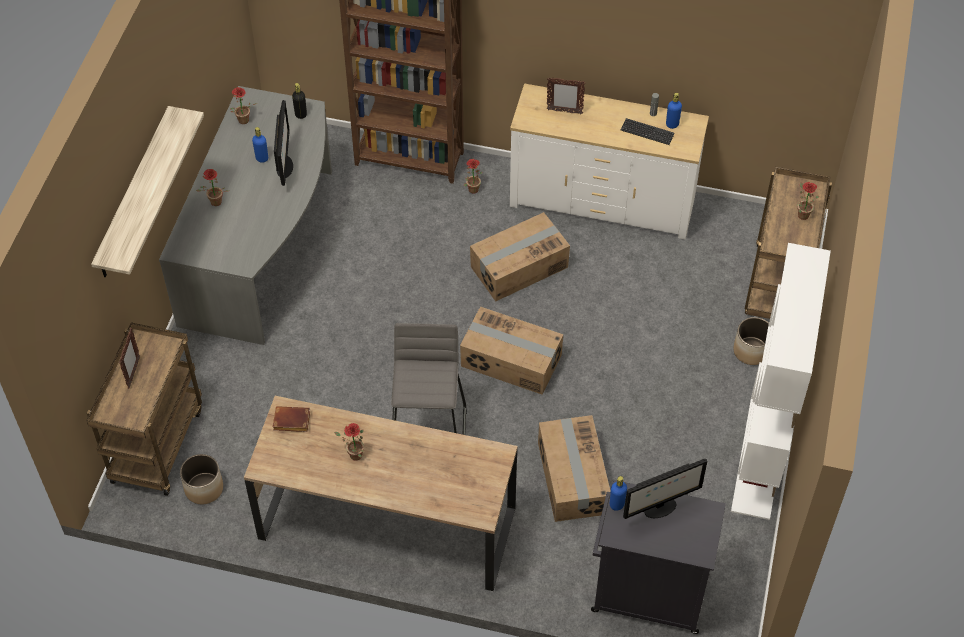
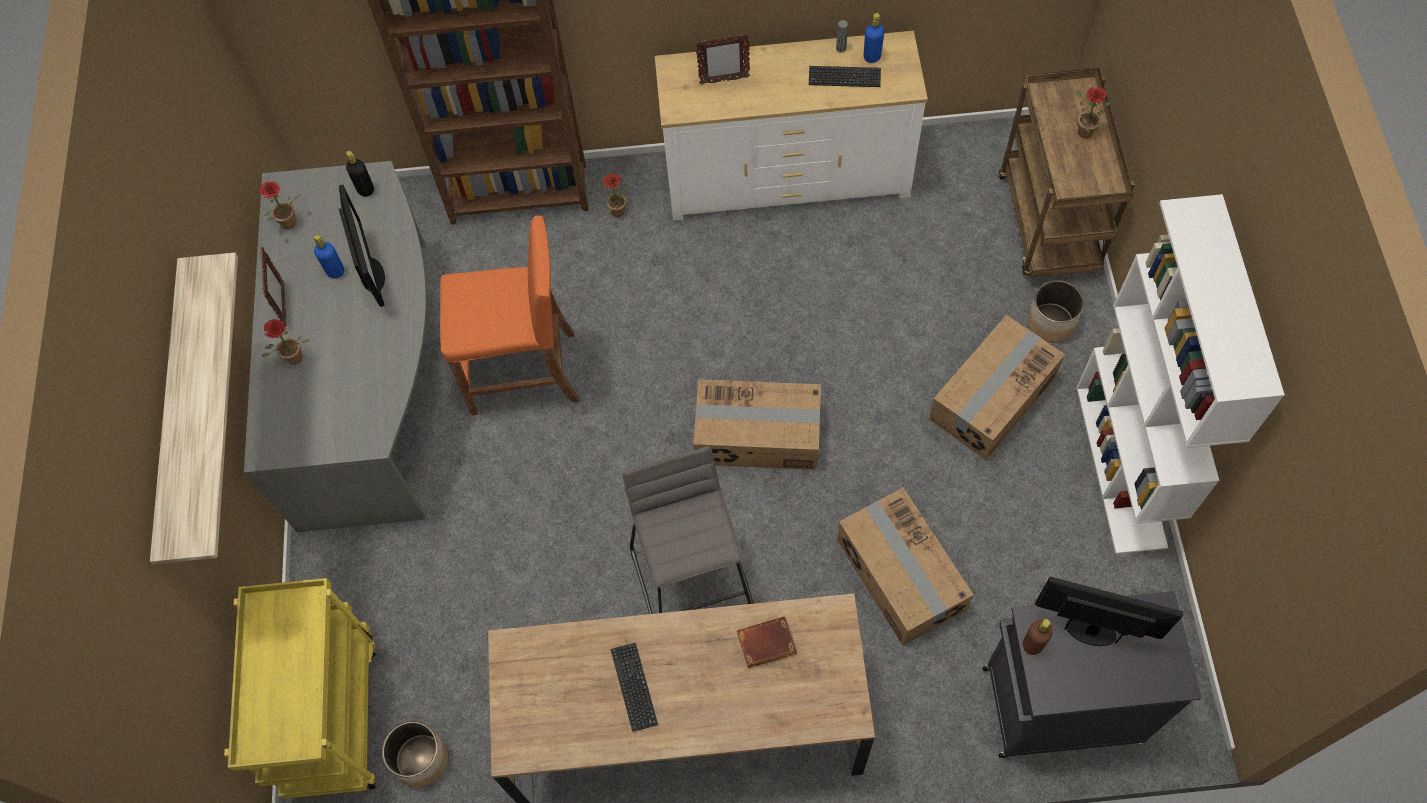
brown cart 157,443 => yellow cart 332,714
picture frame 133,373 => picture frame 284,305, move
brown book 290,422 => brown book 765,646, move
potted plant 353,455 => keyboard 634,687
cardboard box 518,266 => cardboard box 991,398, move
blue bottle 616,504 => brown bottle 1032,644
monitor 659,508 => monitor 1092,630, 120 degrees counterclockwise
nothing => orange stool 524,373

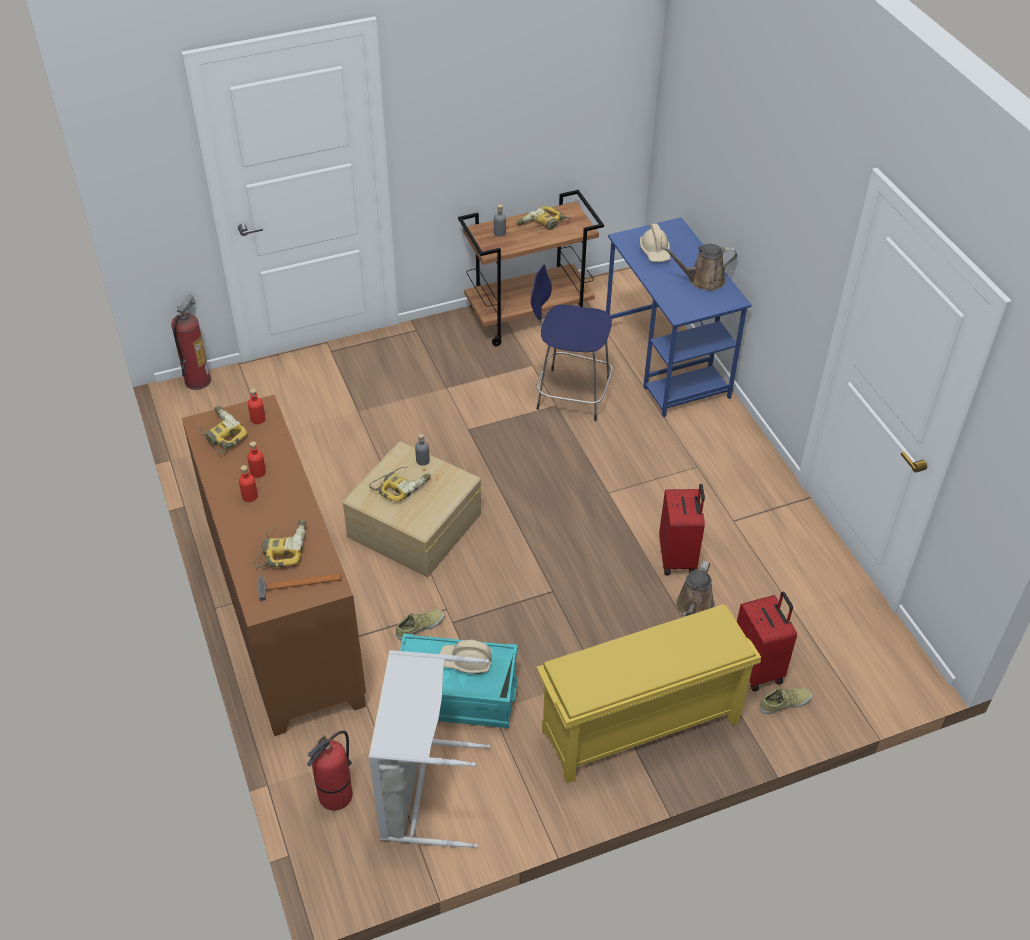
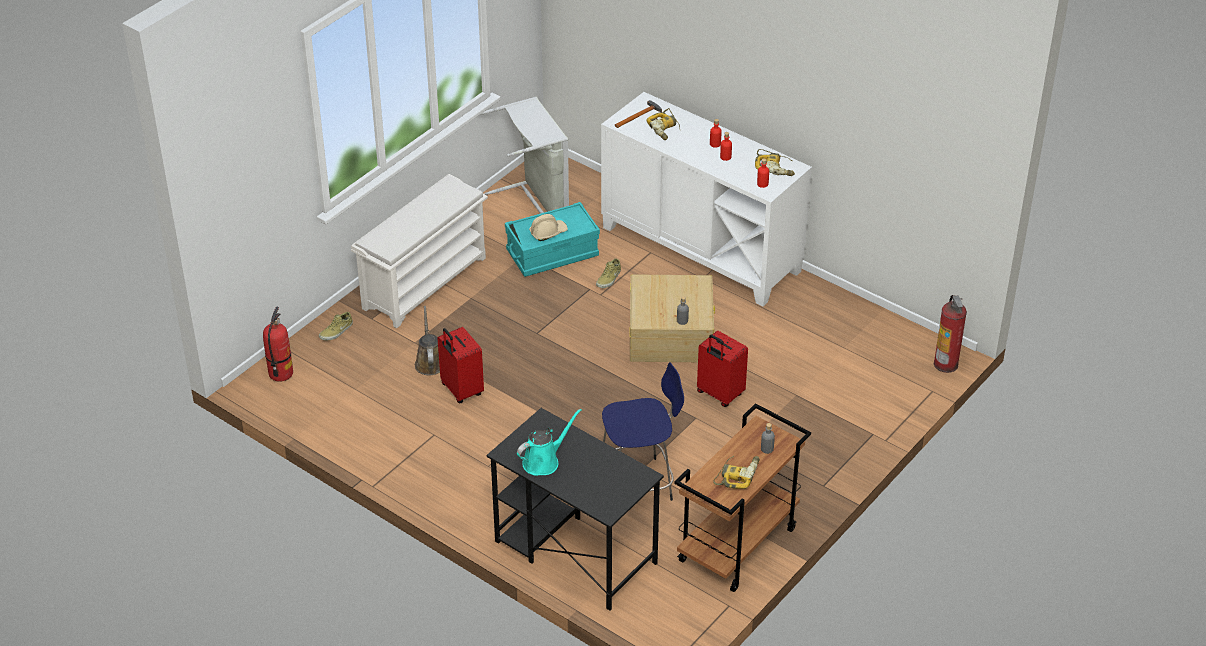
brown cabinet 283,617 => white cabinet 701,249
fire extinguisher 335,796 => fire extinguisher 280,373, move
power drill 401,486 => nothing
yellow shoe rack 639,728 => white shoe rack 425,282
blue desk 666,363 => black desk 574,552
beige hard hat 655,251 => nothing
brown watering can 703,280 => turquoise watering can 544,461
red suitcase 758,668 => red suitcase 719,394, move

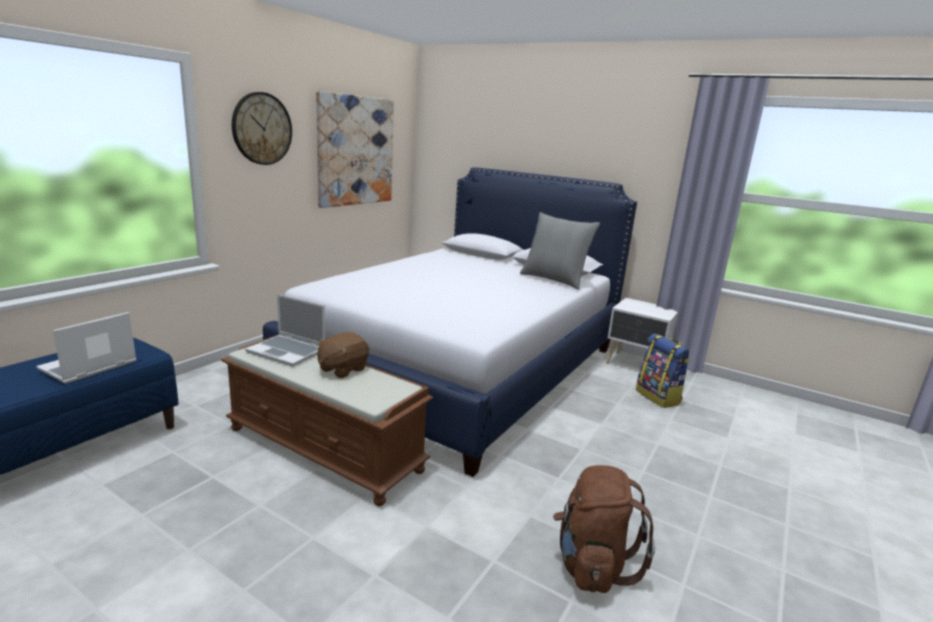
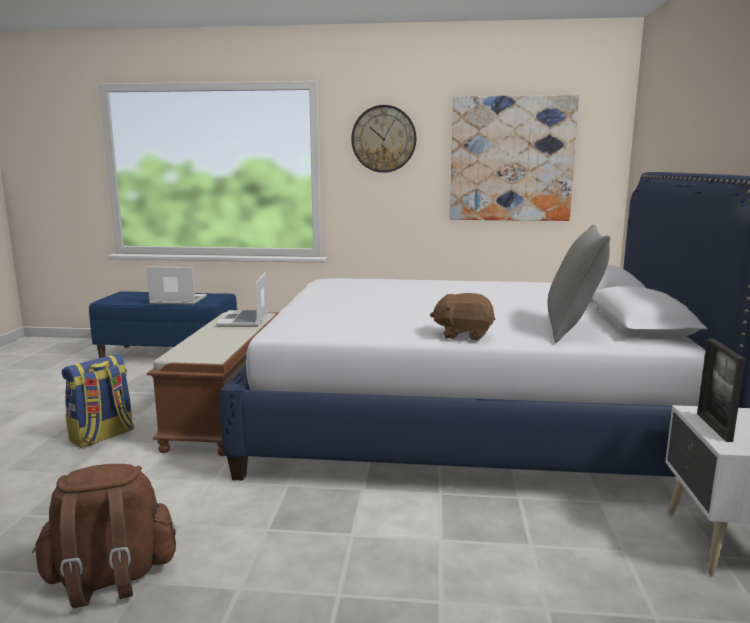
brown plush toy 342,369 => brown plush toy 463,335, move
backpack 658,397 => backpack 102,436, move
nothing => picture frame 714,427

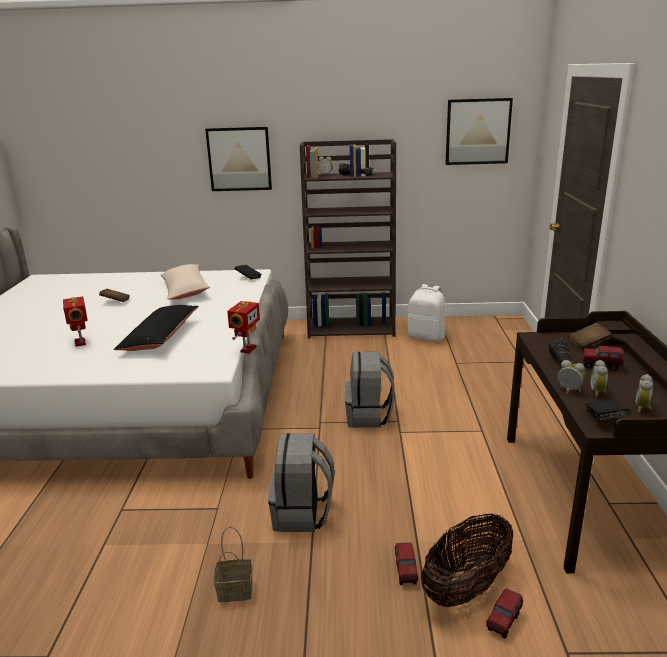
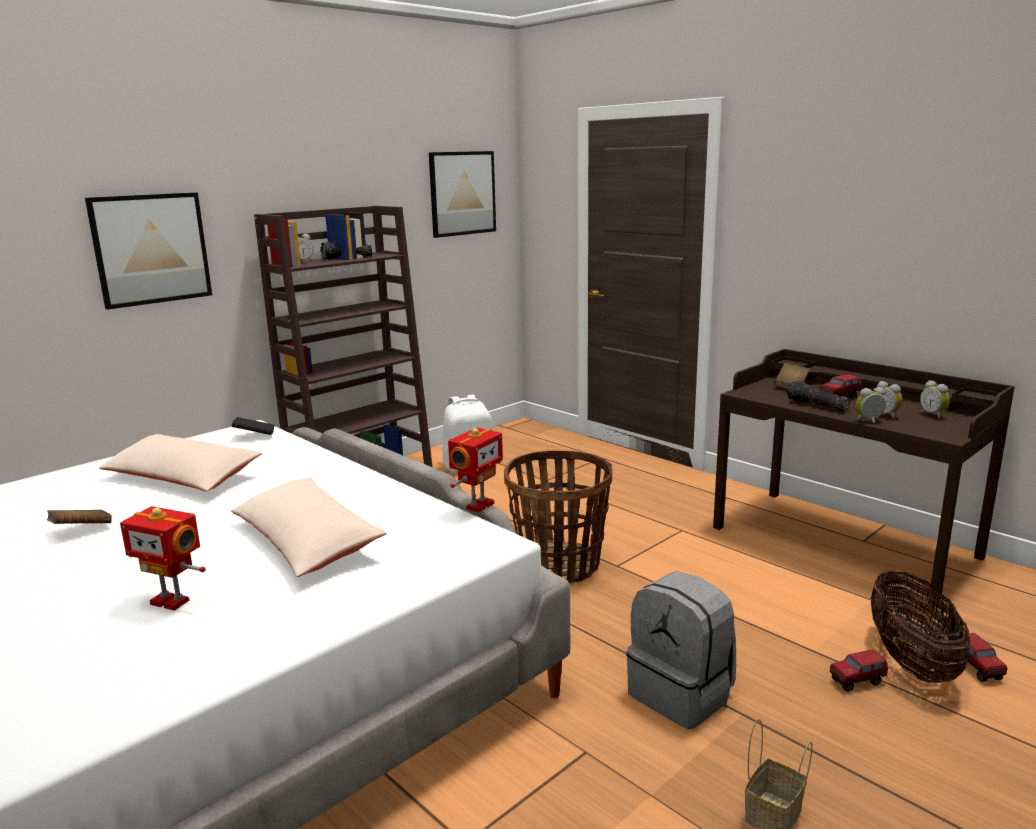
black pillow 160,337 => beige pillow 306,541
toy robot 247,349 => toy robot 478,505, 60 degrees clockwise
grey backpack 369,416 => basket 559,566
toy truck 406,572 => toy truck 857,682, 120 degrees clockwise
black book 604,419 => nothing

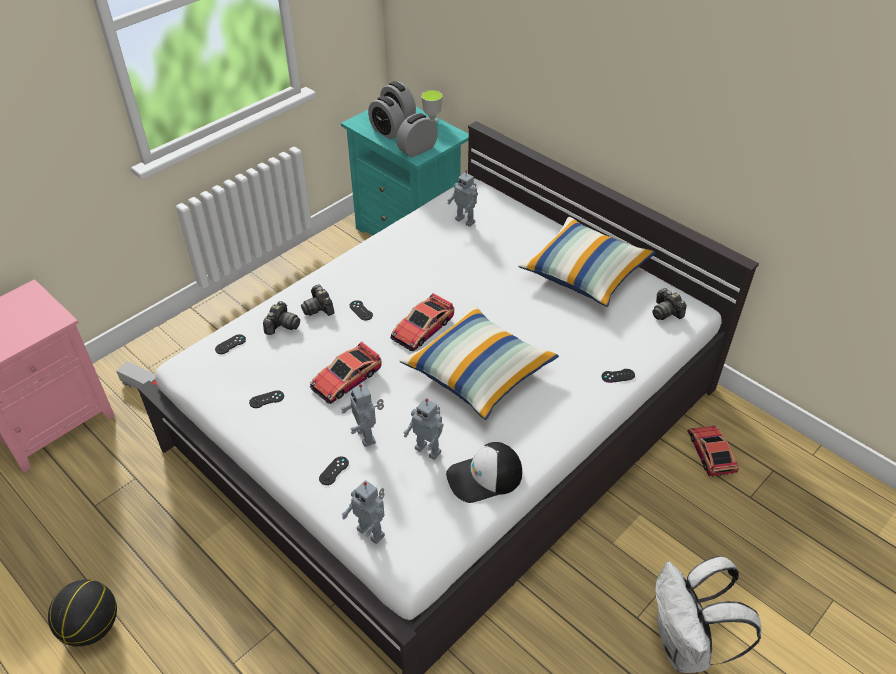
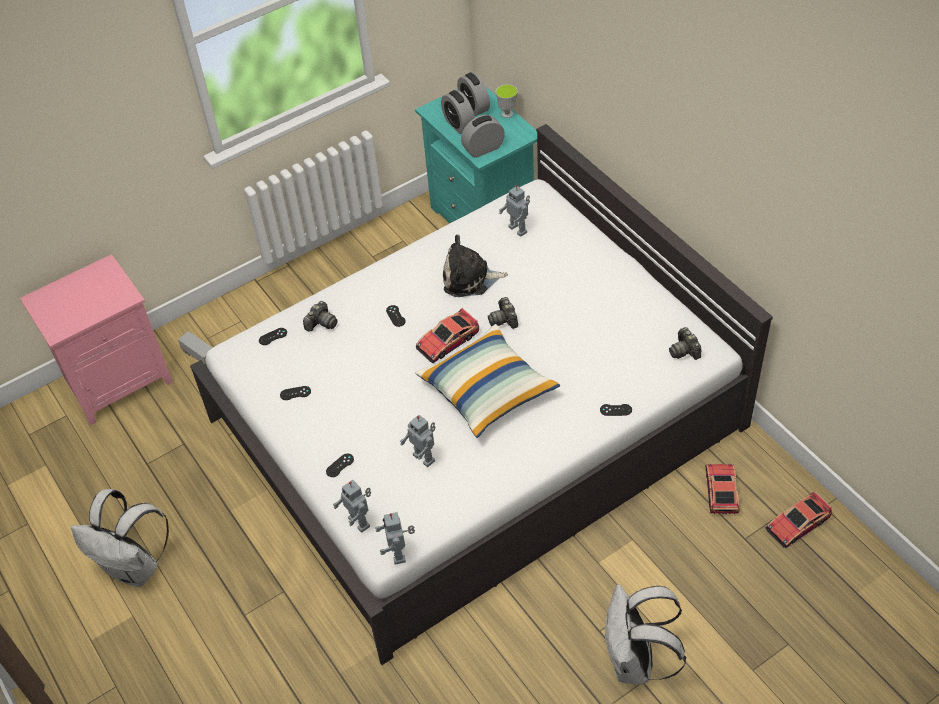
basketball 92,627 => white backpack 135,567
photo camera 319,308 => photo camera 504,319, move
toy car 346,379 => toy car 797,524, move
toy robot 367,436 => toy robot 399,553, move
cap 484,477 => nothing
pillow 585,273 => nothing
nothing => plush toy 470,279

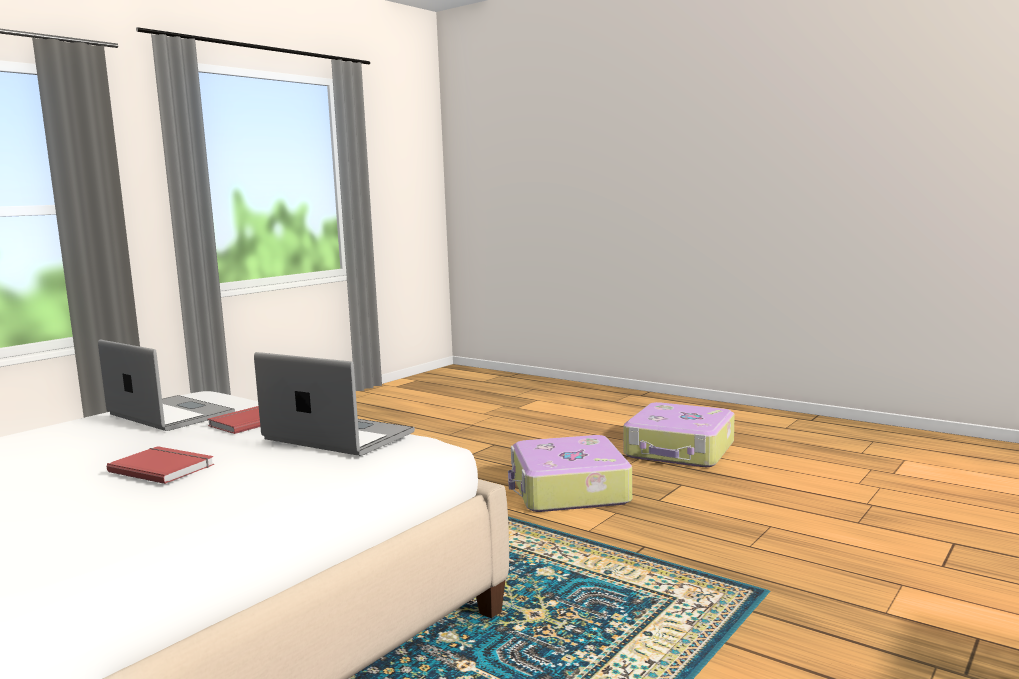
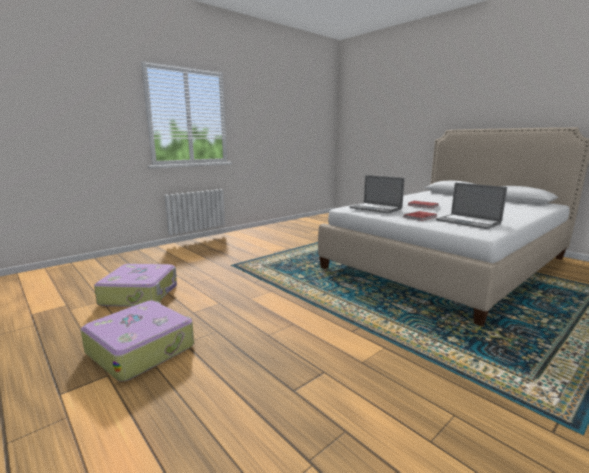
suitcase 568,490 => suitcase 141,294, move

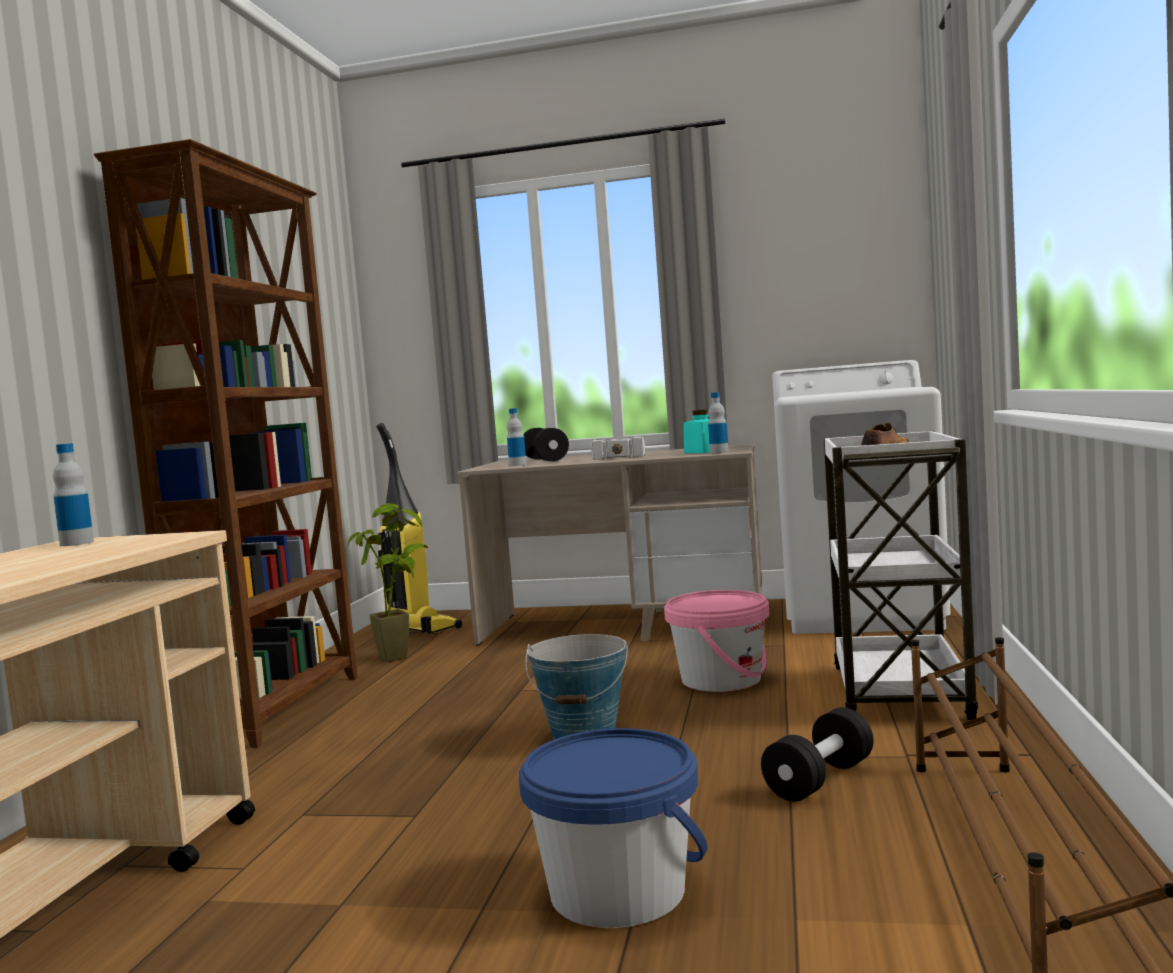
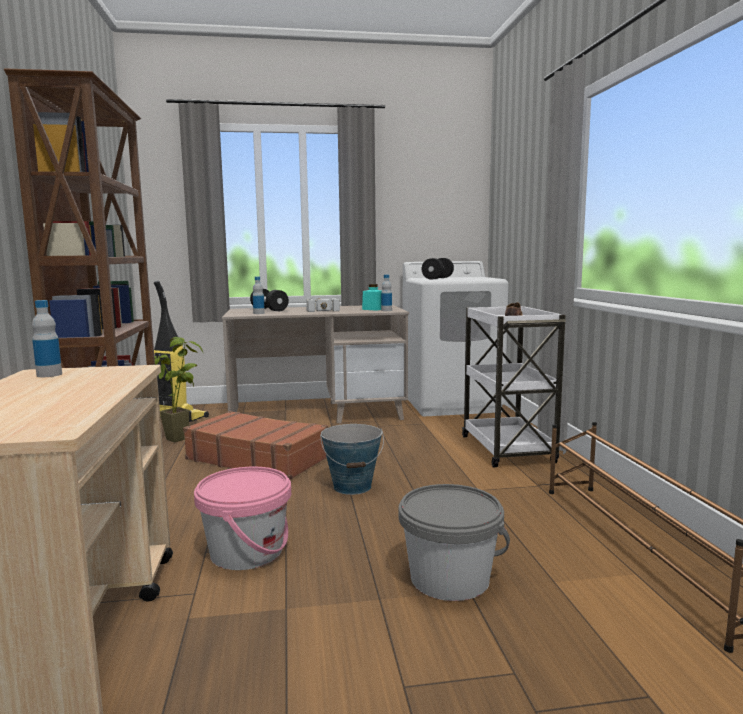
blue bucket 617,891 => grey bucket 449,578
pink bucket 721,679 => pink bucket 247,551, move
black dumbbell 820,780 => black dumbbell 438,278, move
nothing => brown suitcase 257,458

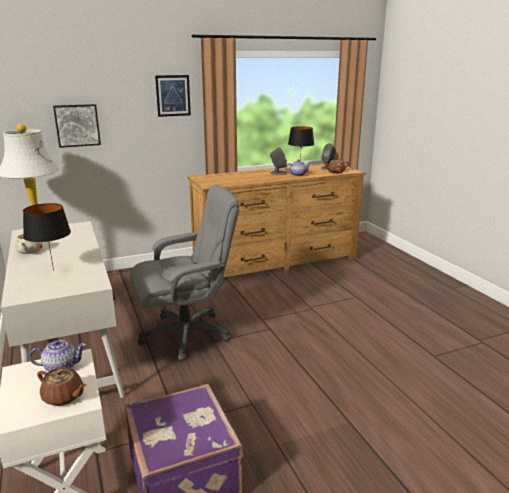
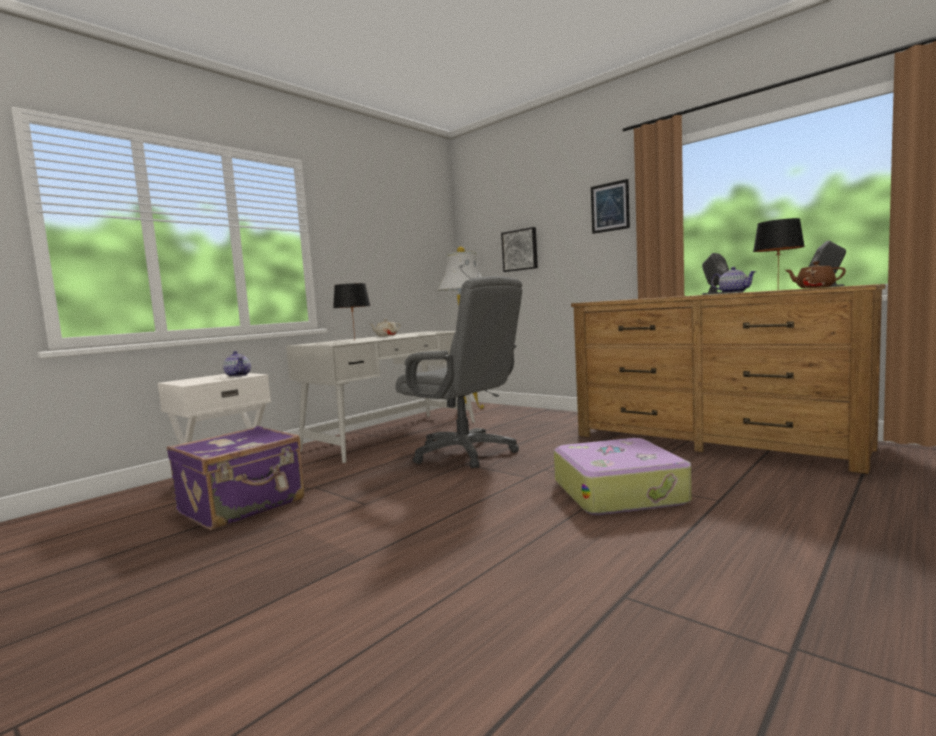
brown teapot 64,397 => nothing
nothing => suitcase 619,492

